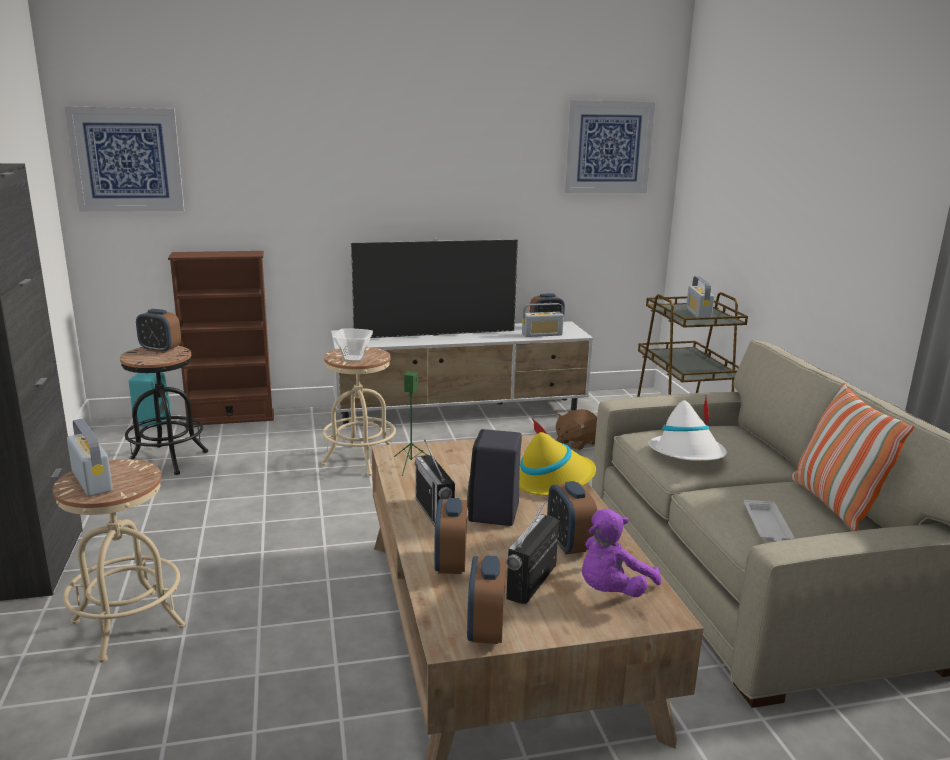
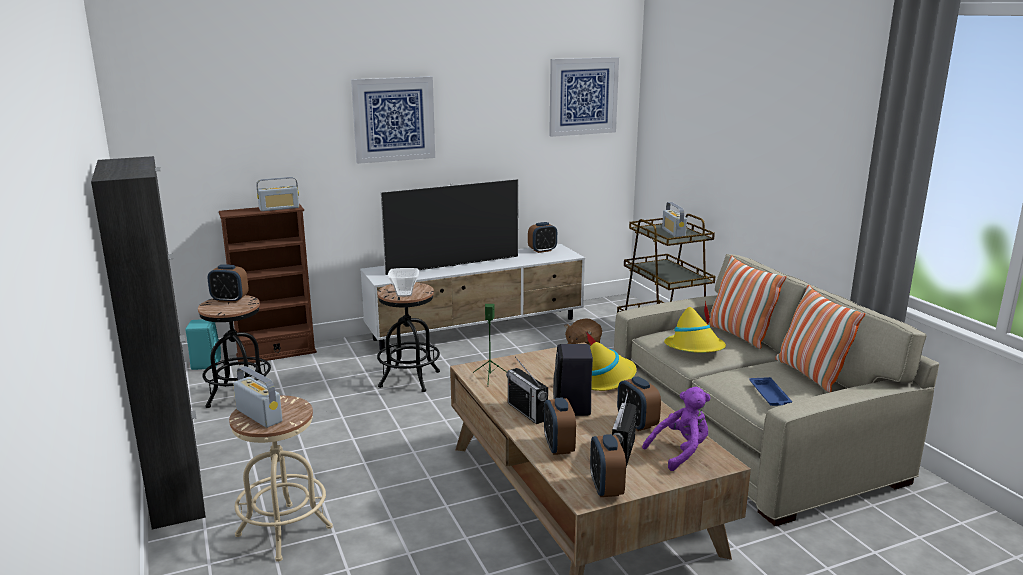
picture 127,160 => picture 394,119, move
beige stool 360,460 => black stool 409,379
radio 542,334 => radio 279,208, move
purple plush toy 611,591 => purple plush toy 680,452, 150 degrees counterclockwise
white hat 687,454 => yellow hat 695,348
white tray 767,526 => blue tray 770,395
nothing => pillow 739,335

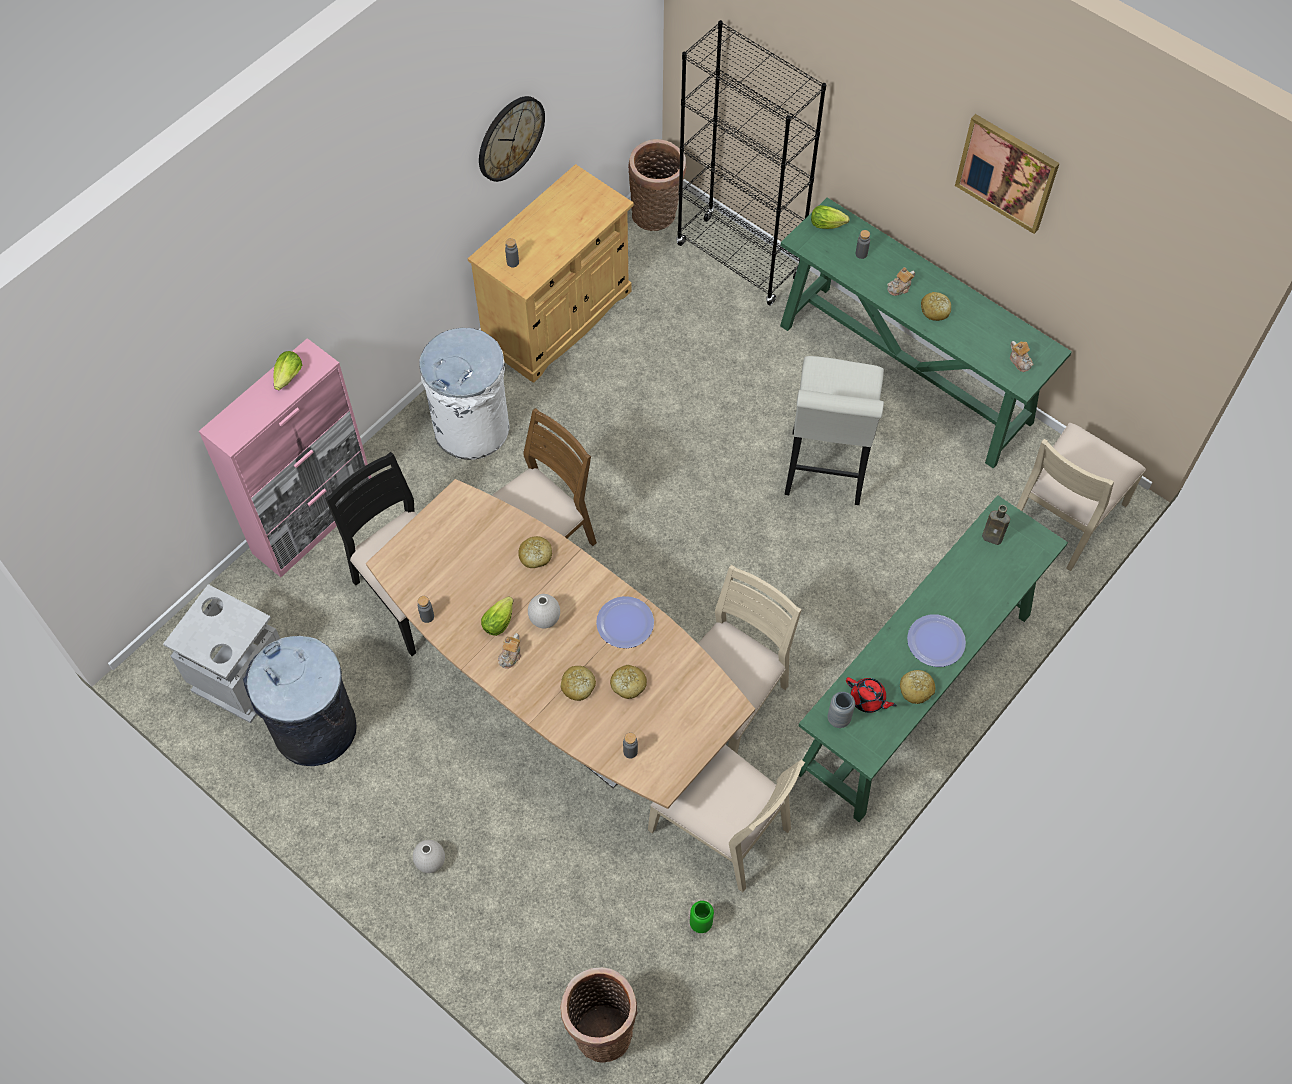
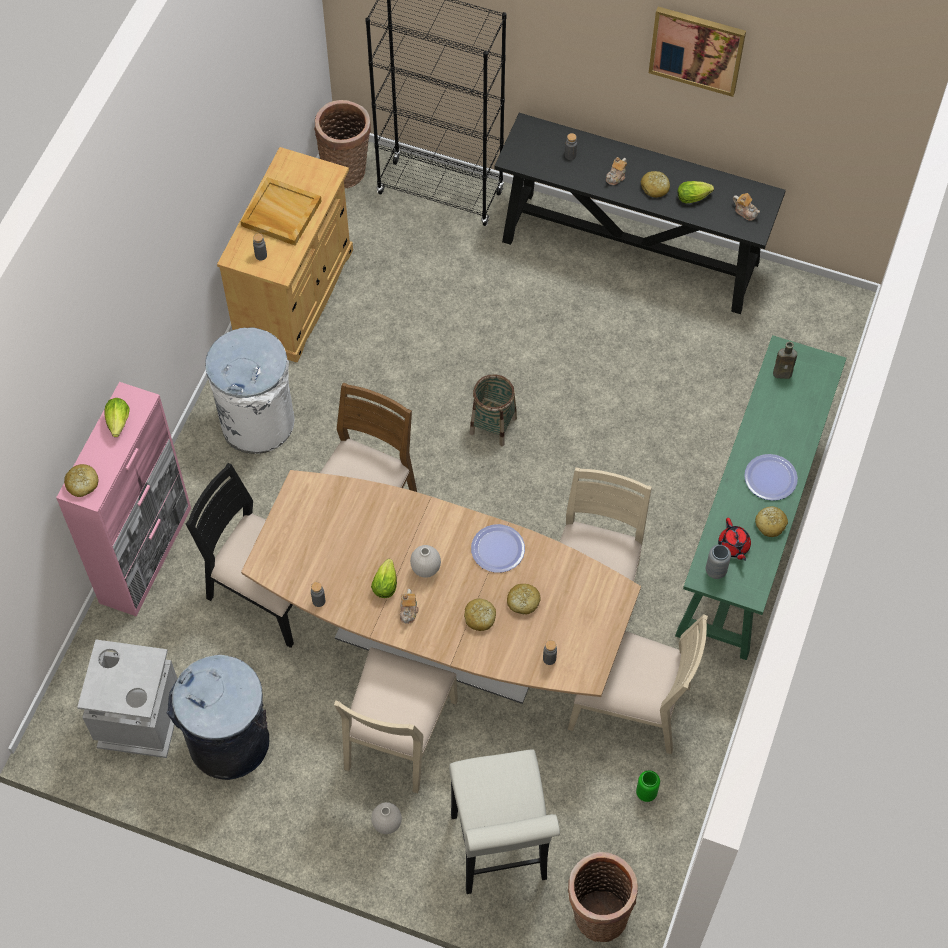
wall clock 510,138 => nothing
bread 535,556 => bread 82,484, move
green console table 906,374 => black console table 631,252
white stool 825,474 => white stool 500,855, move
lettuce 829,225 => lettuce 694,197, move
red teapot 868,699 => red teapot 733,546, 60 degrees clockwise
beige chair 1064,516 => beige chair 398,734, move
nothing => beige tray 280,214
nothing => basket 493,425

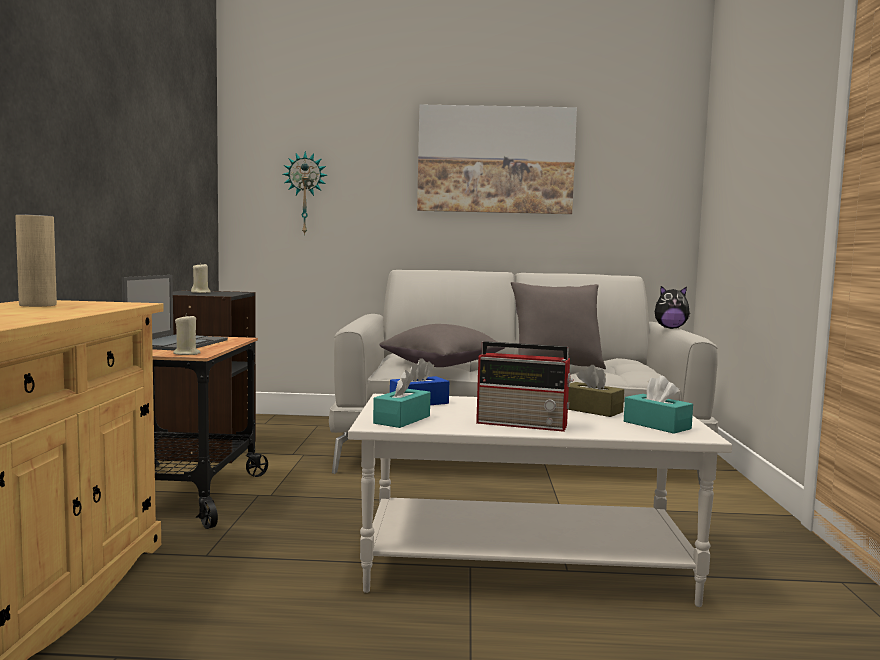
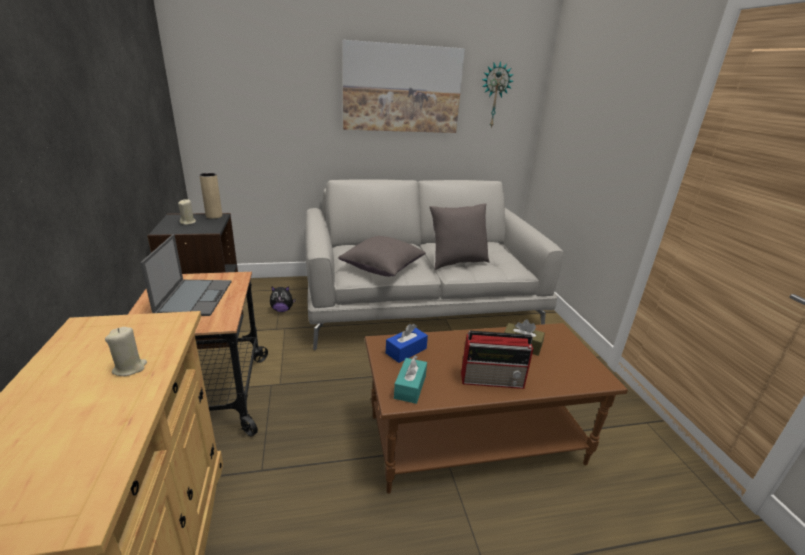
beige vase 38,305 => beige vase 214,216, move
beige candle 187,354 => beige candle 130,368, move
wall clock 305,193 => wall clock 494,95, move
white coffee table 526,564 => brown coffee table 475,438
turquoise tissue box 656,425 => nothing
plush toy 670,328 => plush toy 282,310, move

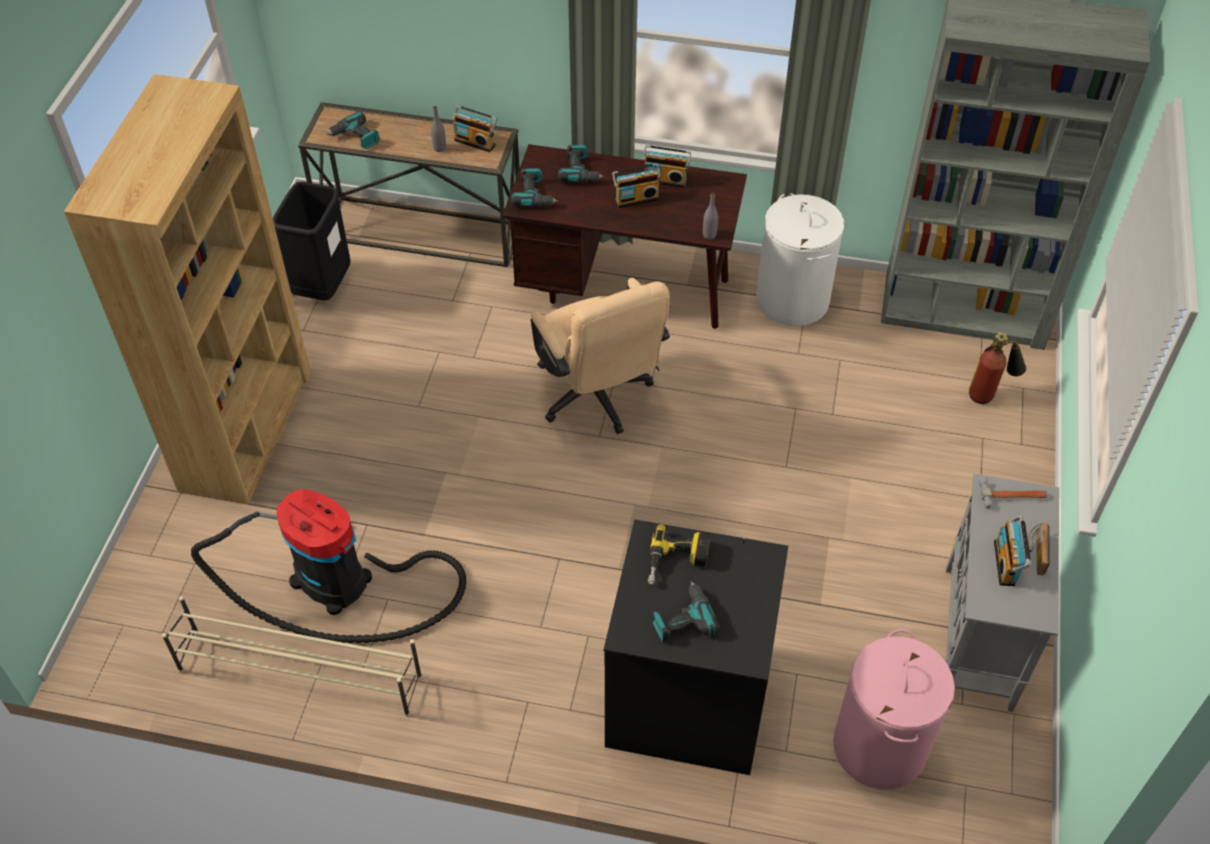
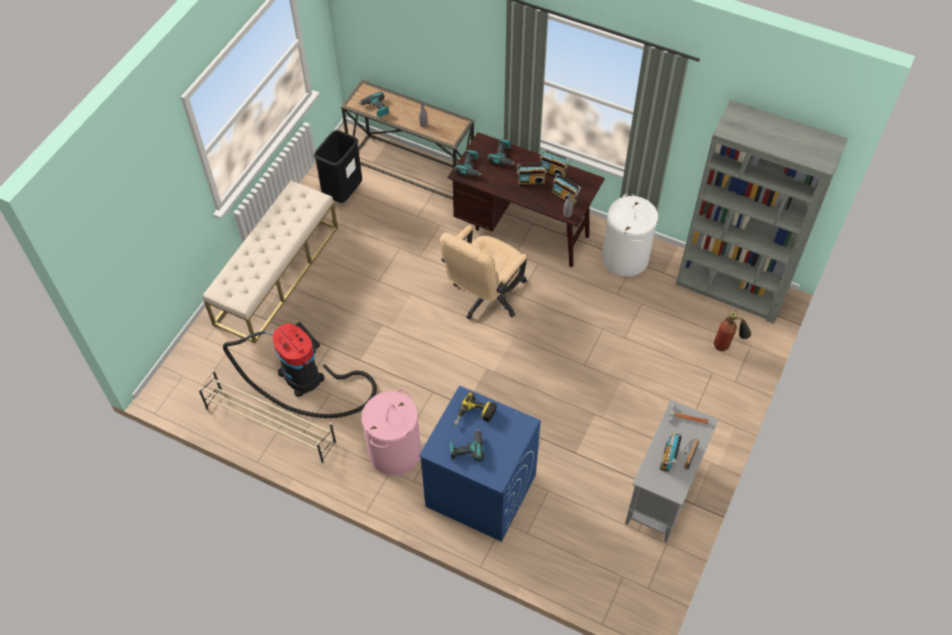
brown bookcase 246,429 => beige bench 277,274
radio 476,142 => radio 565,197, move
beige office chair 597,398 => beige office chair 485,297, 45 degrees clockwise
black washing machine 687,699 => blue washing machine 480,490
pink laundry basket 880,747 => pink laundry basket 395,452, move

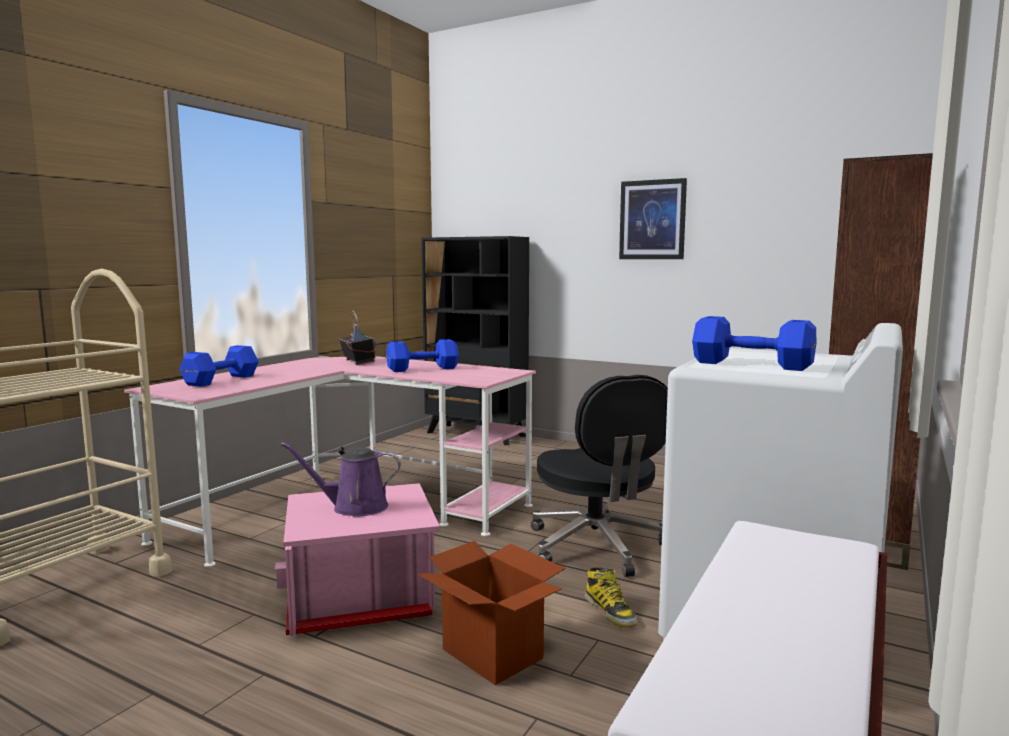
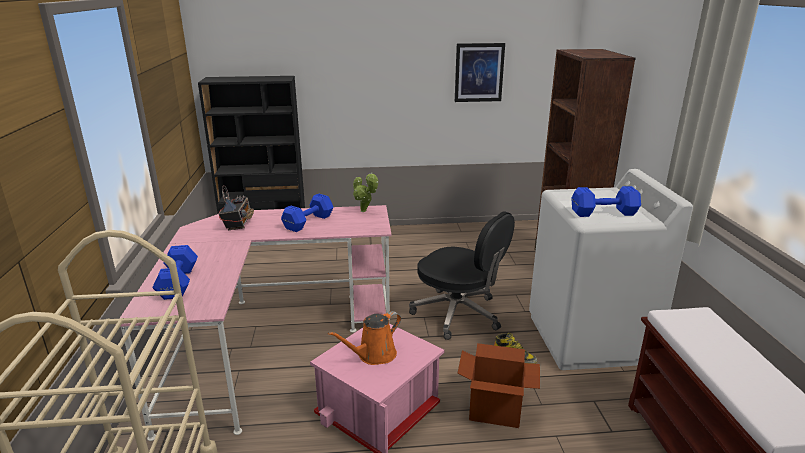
purple watering can 354,507 => orange watering can 373,355
radio 358,362 => radio 238,224, 60 degrees clockwise
picture 652,220 => picture 479,72, move
nothing => potted plant 365,211

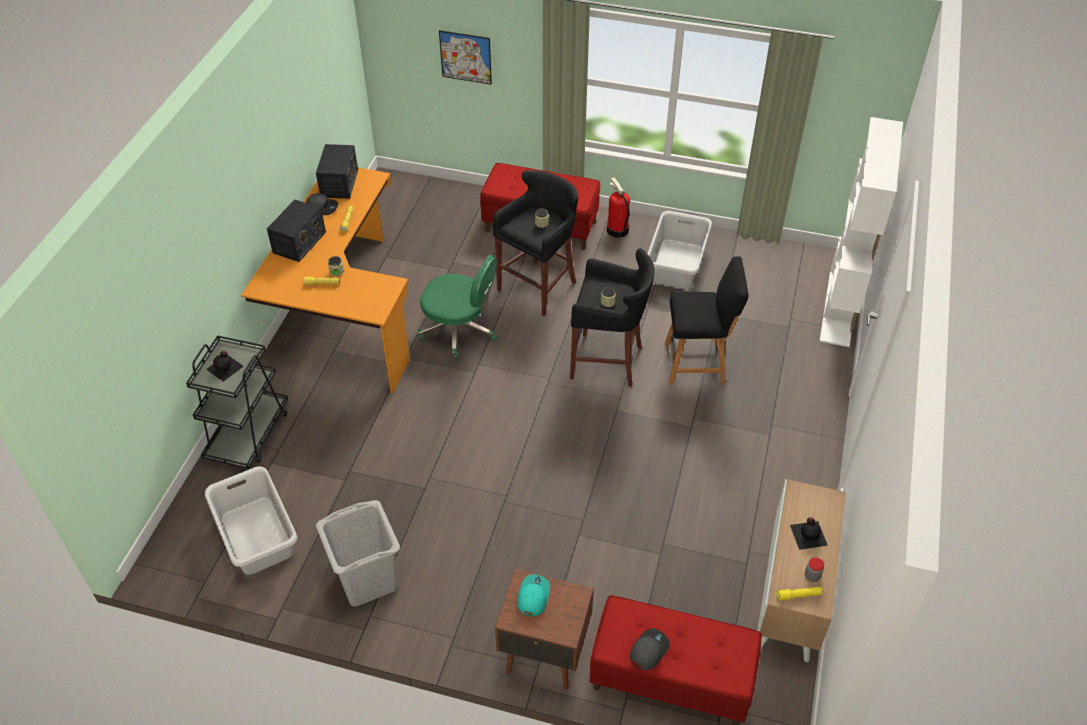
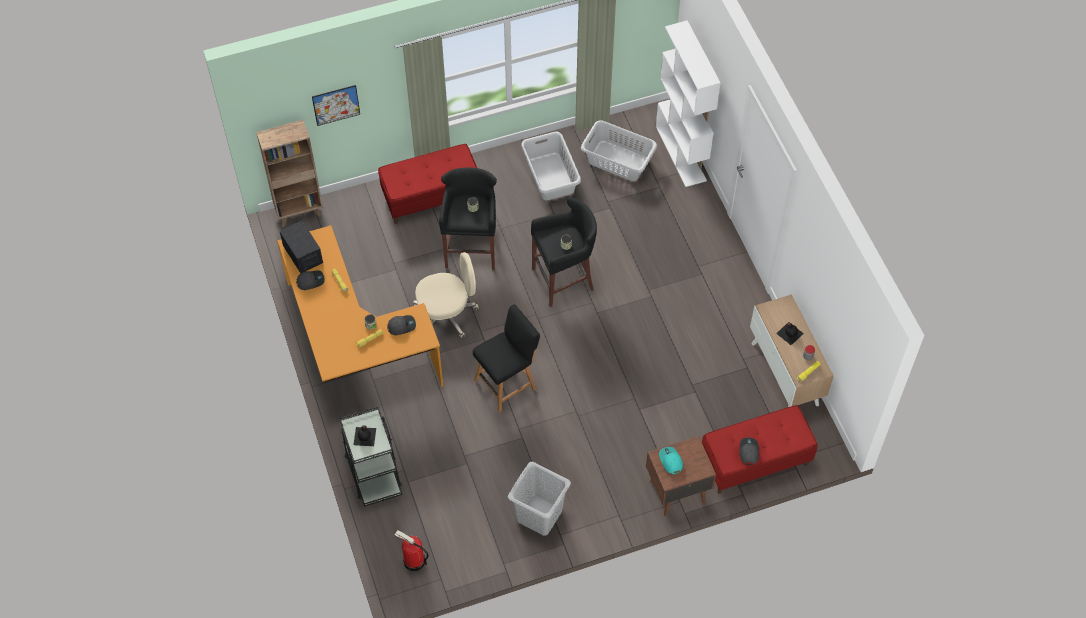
grey laundry basket 256,536 => grey laundry basket 618,161, move
radio 299,242 => nothing
green office chair 460,331 => beige office chair 447,314
fire extinguisher 617,230 => fire extinguisher 414,561, move
black stool 698,363 => black stool 507,383, move
nothing => brown bookcase 300,212
nothing => grey cap 401,326

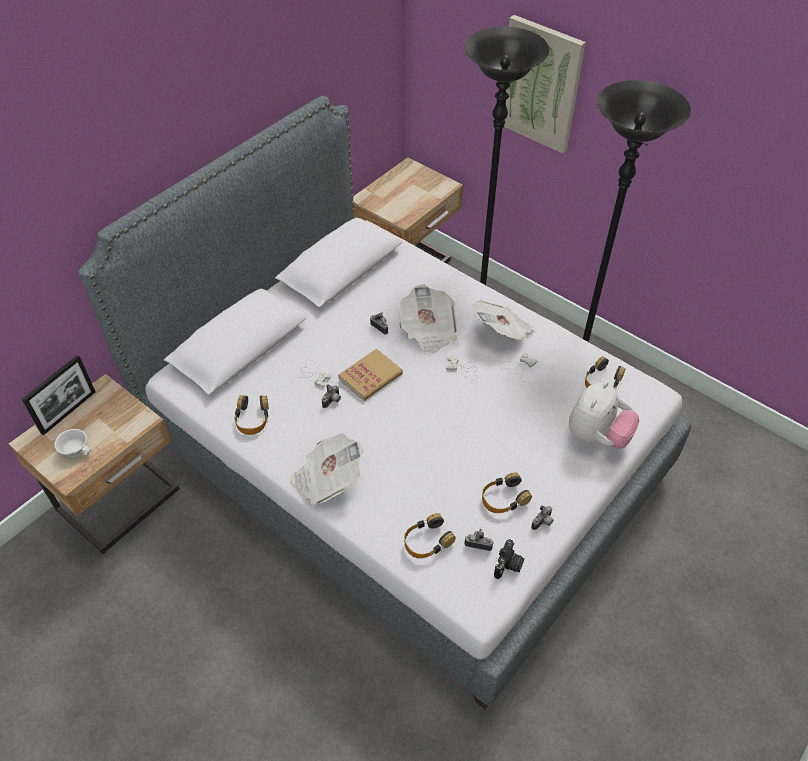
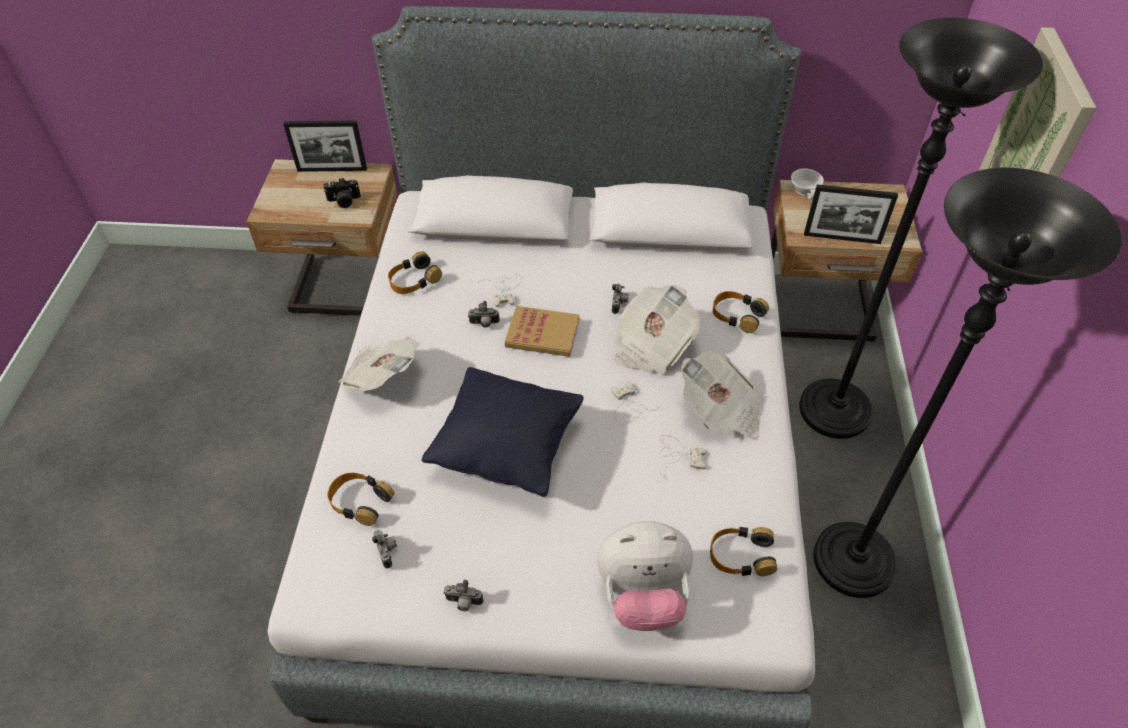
white cup 76,448 => white cup 806,190, move
headphones 504,498 => headphones 737,315, move
photo camera 508,566 => photo camera 344,201, move
nothing => black pillow 507,448
nothing => picture frame 842,238

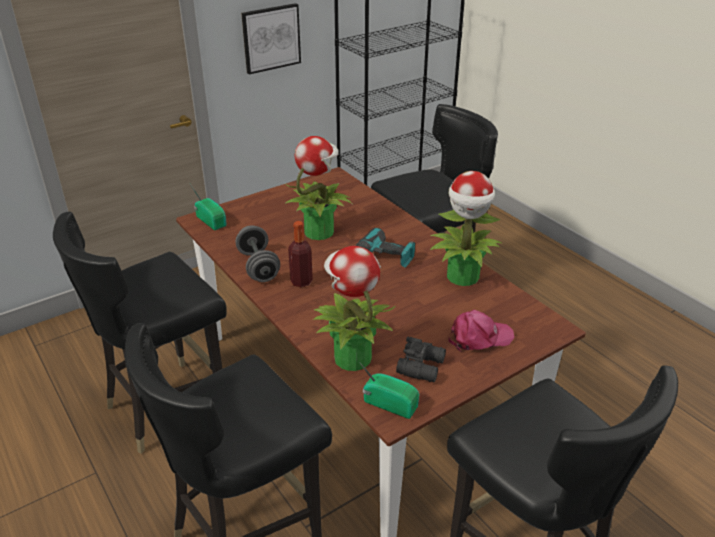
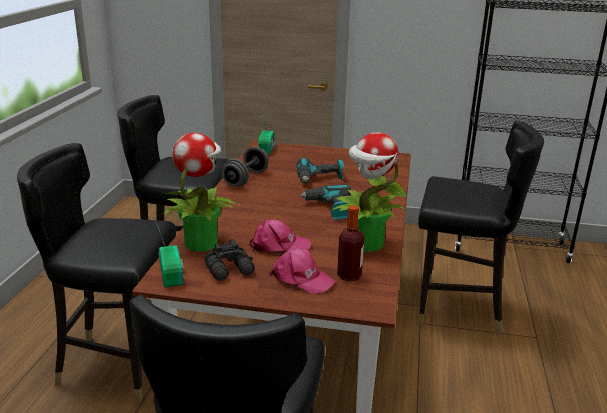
picture 271,38 => nothing
potted plant 319,231 => power drill 320,179
bottle 301,281 => bottle 349,276, move
nothing => pink cap 279,245

